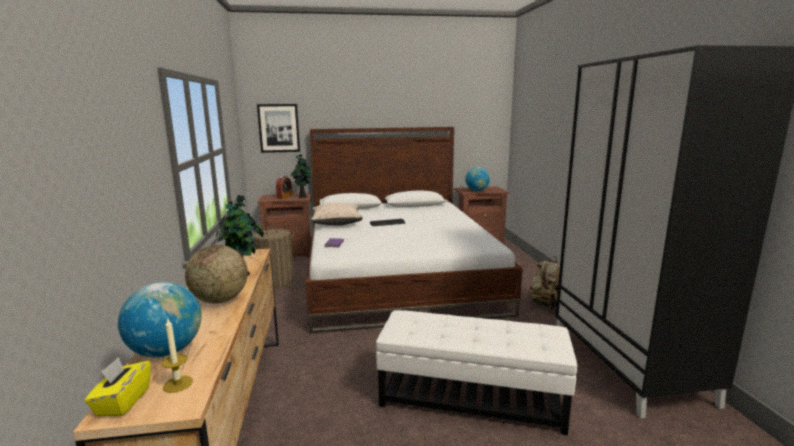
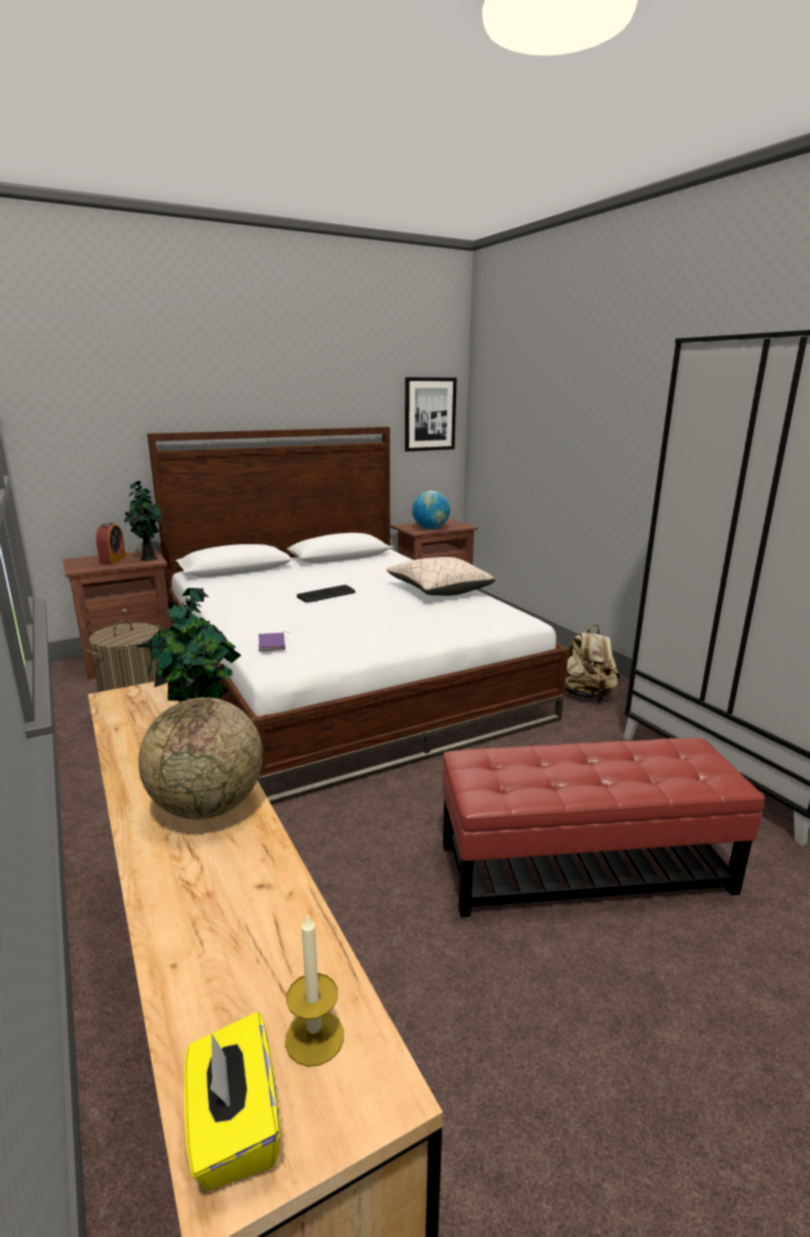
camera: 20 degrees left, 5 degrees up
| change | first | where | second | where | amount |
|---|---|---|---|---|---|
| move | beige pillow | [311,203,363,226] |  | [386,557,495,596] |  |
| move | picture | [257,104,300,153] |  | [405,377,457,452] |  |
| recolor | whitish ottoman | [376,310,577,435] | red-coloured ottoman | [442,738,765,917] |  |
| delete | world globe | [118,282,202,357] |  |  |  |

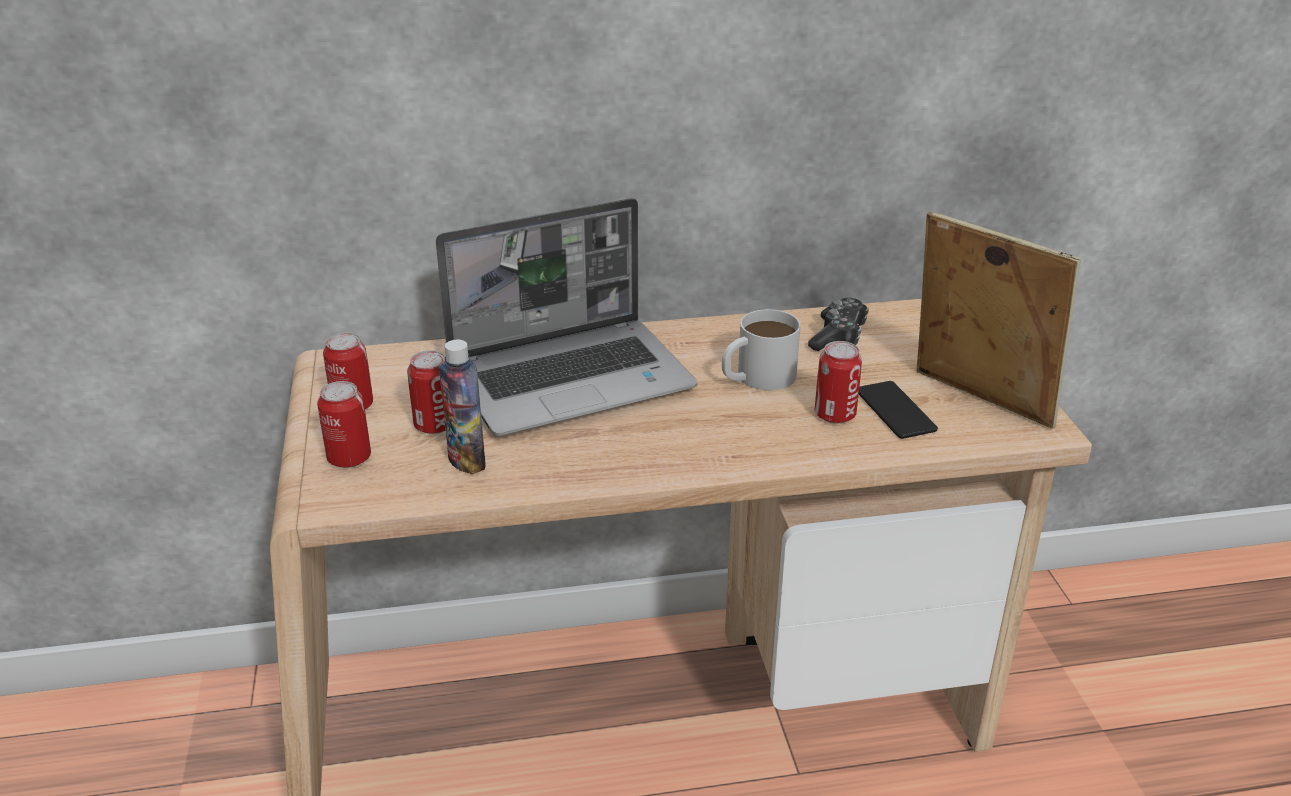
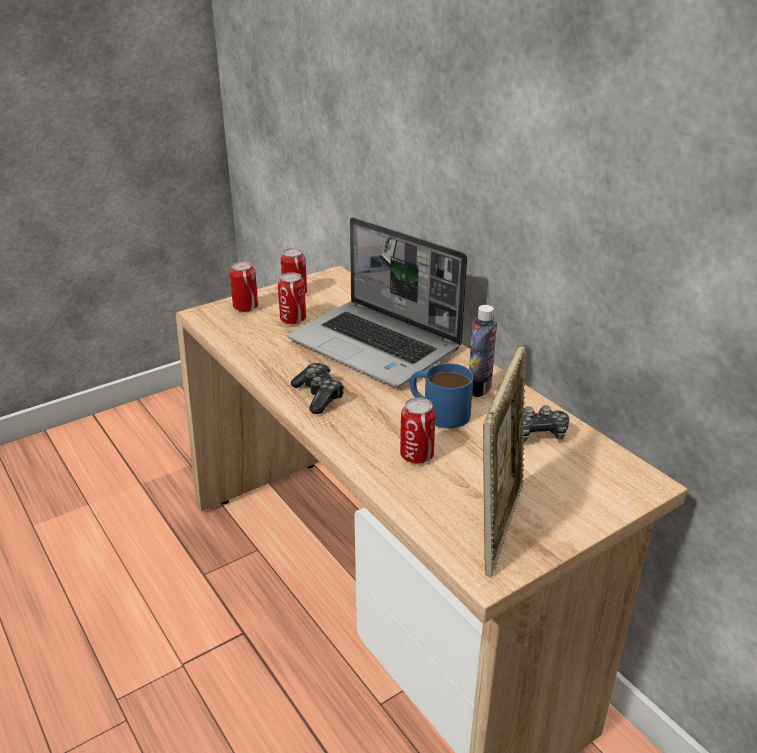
camera: 65 degrees right, 0 degrees up
| change | first | where | second | where | amount |
|---|---|---|---|---|---|
| insert |  |  | joypad | [291,363,344,414] |  |
| recolor | whitish coffee mug | [722,309,801,390] | blue-coloured coffee mug | [410,363,474,428] |  |
| move | beverage bottle | [439,340,486,474] |  | [469,305,497,397] |  |
| delete | phone | [859,381,938,439] |  |  |  |

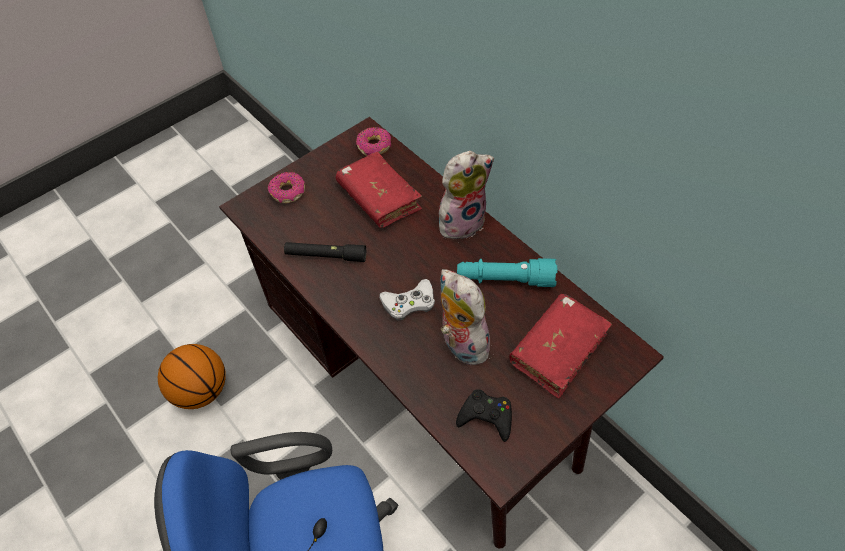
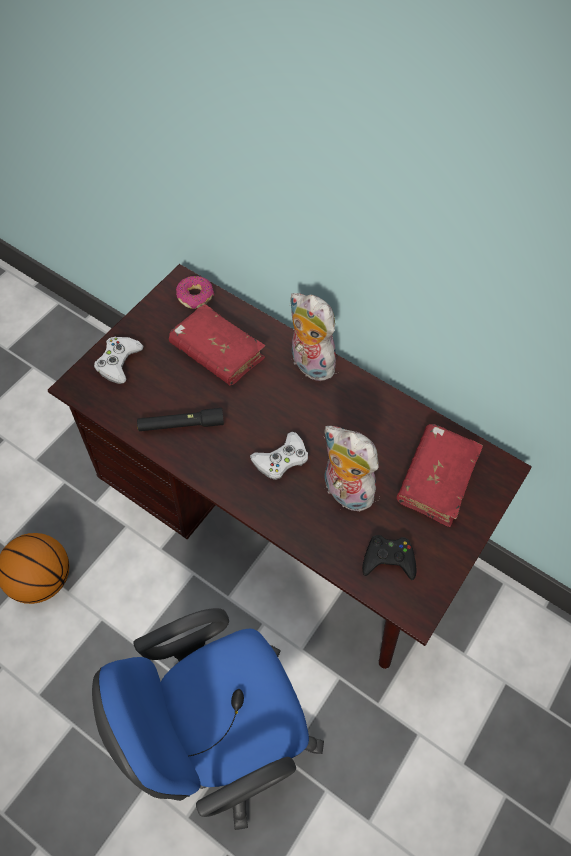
camera: 20 degrees left, 5 degrees up
| change | first | where | second | where | amount |
|---|---|---|---|---|---|
| replace | ring doughnut | [268,172,305,203] | whitish joypad | [94,337,144,384] |  |
| rotate | cuddly toy | [439,151,494,239] |  | [290,293,337,381] | 90 degrees counterclockwise |
| delete | turquoise torch | [457,258,557,287] |  |  |  |

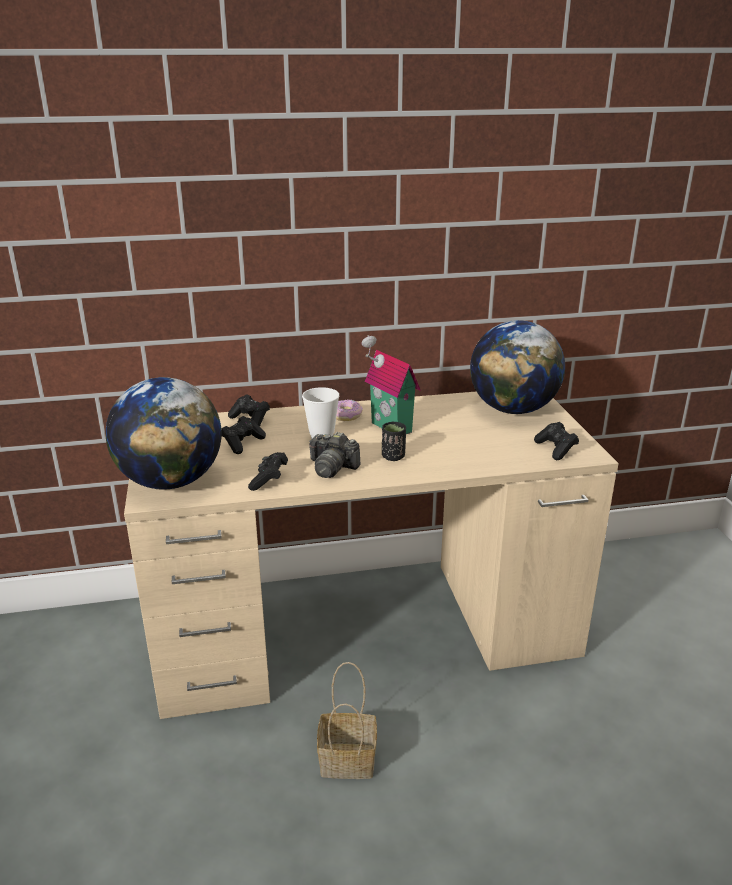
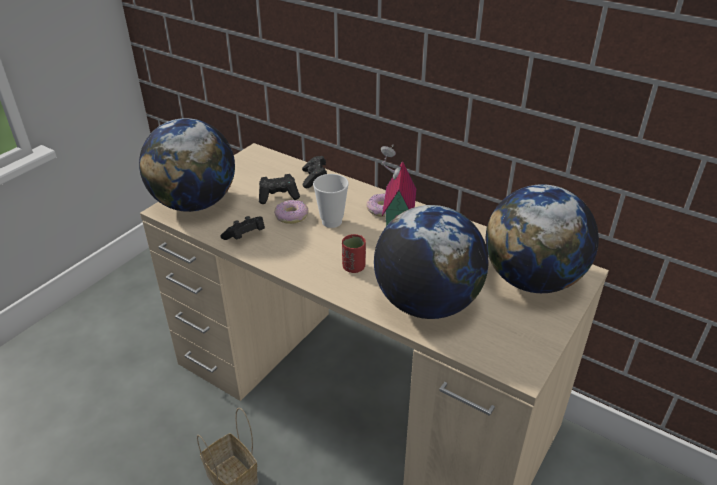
camera: 45 degrees right, 10 degrees up
| change | first | where | second | where | amount |
|---|---|---|---|---|---|
| insert |  |  | ring doughnut | [274,200,309,224] |  |
| recolor | blackish small cup | [382,422,406,461] | red-coloured small cup | [342,234,366,273] |  |
| insert |  |  | world globe | [374,205,488,319] |  |
| delete | still camera | [309,432,360,478] |  |  |  |
| delete | blackish joypad | [534,422,579,460] |  |  |  |

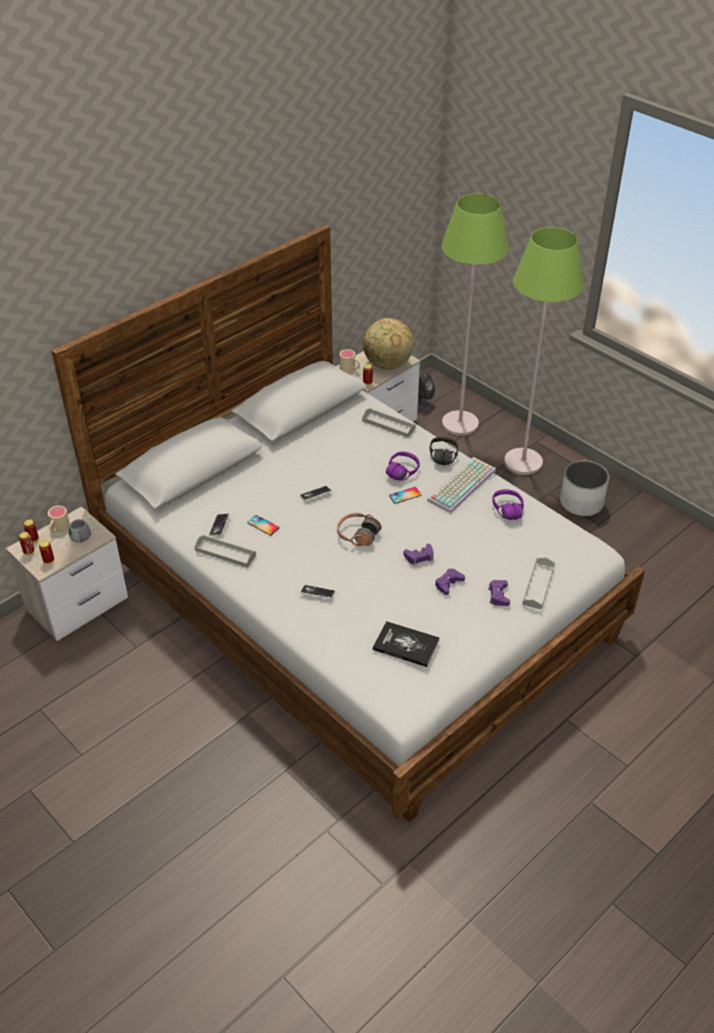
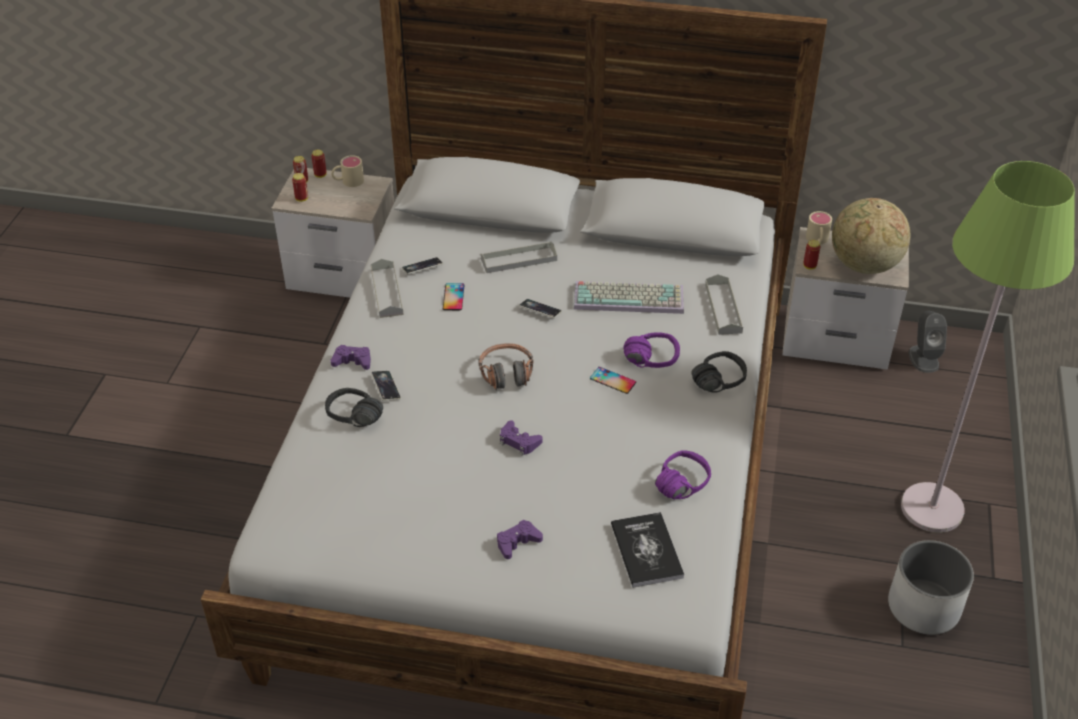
camera: 55 degrees right, 0 degrees up
| change | first | where | second | where | amount |
|---|---|---|---|---|---|
| insert |  |  | blackish headset | [325,388,383,427] |  |
| move | purple-coloured joypad | [435,568,465,595] |  | [331,345,371,370] |  |
| move | grey tray | [522,557,555,609] |  | [481,241,557,273] |  |
| move | computer keyboard | [427,457,496,513] |  | [573,281,684,314] |  |
| move | book | [373,621,440,667] |  | [611,512,684,588] |  |
| delete | grey coffee mug | [66,519,91,544] |  |  |  |
| delete | green-coloured floor lamp | [441,194,509,436] |  |  |  |

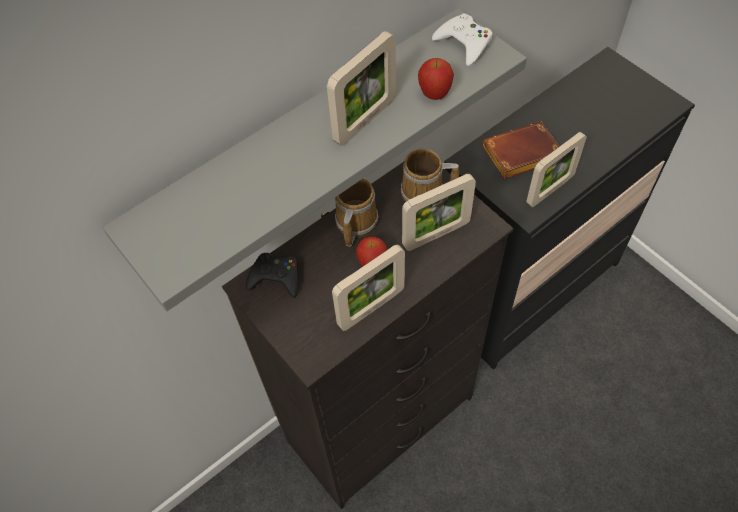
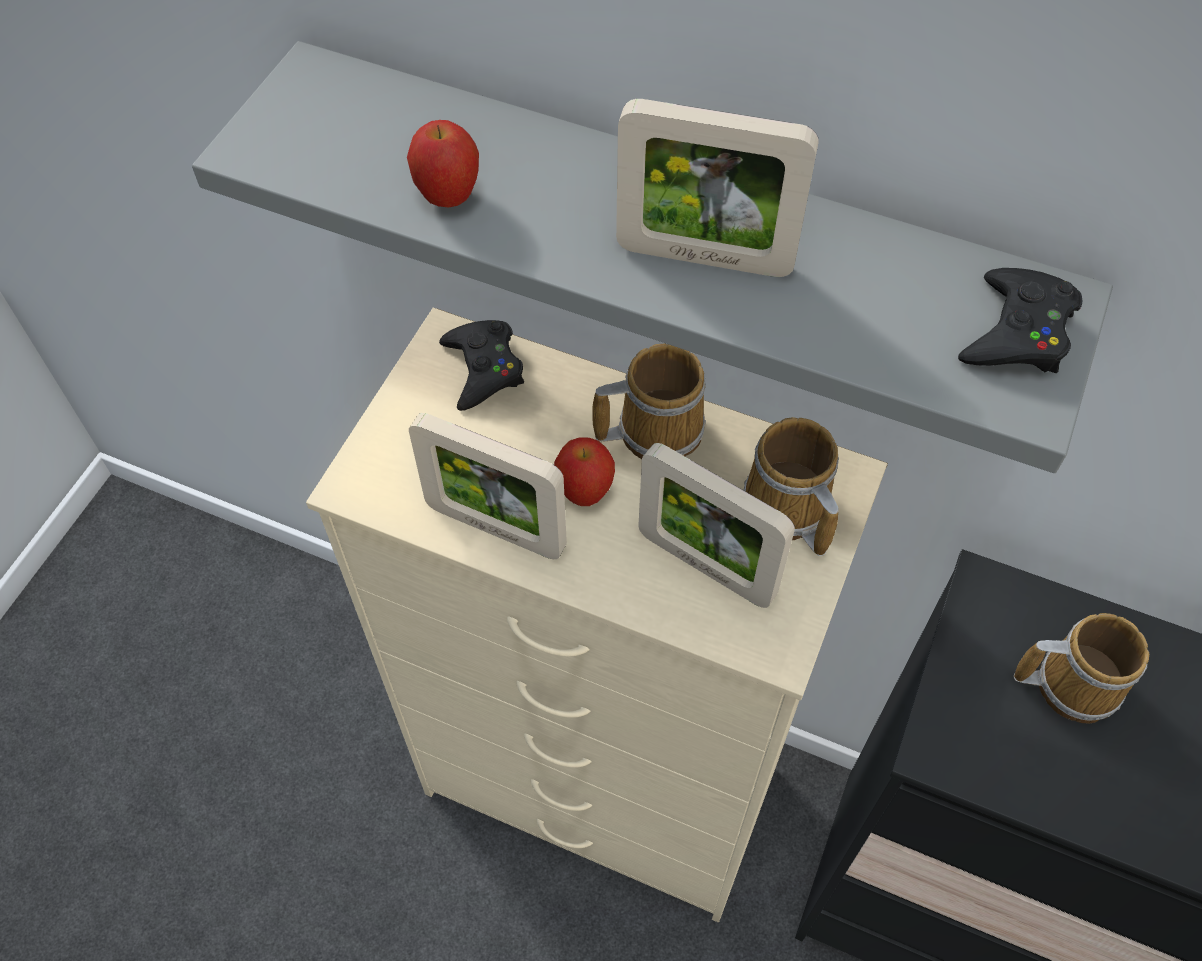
camera: 60 degrees right, 0 degrees up
| change | first | where | second | where | amount |
|---|---|---|---|---|---|
| recolor | blackish dresser | [222,162,513,509] | beige dresser | [306,308,888,922] |  |
| move | apple | [418,58,454,100] |  | [407,120,479,208] |  |
| recolor | whitish joypad | [432,14,492,66] | blackish joypad | [958,268,1082,373] |  |
| replace | brown book | [483,121,559,179] | coffee mug | [1014,613,1149,723] |  |
| delete | photo frame | [526,132,587,207] |  |  |  |

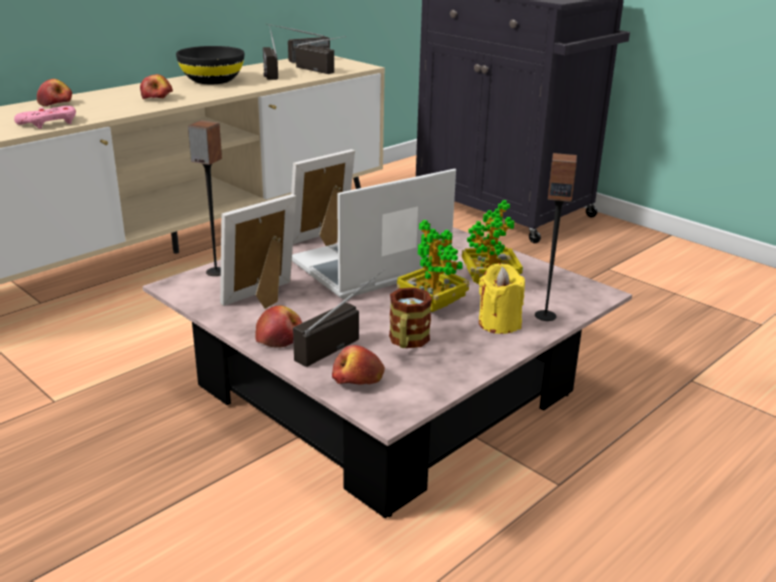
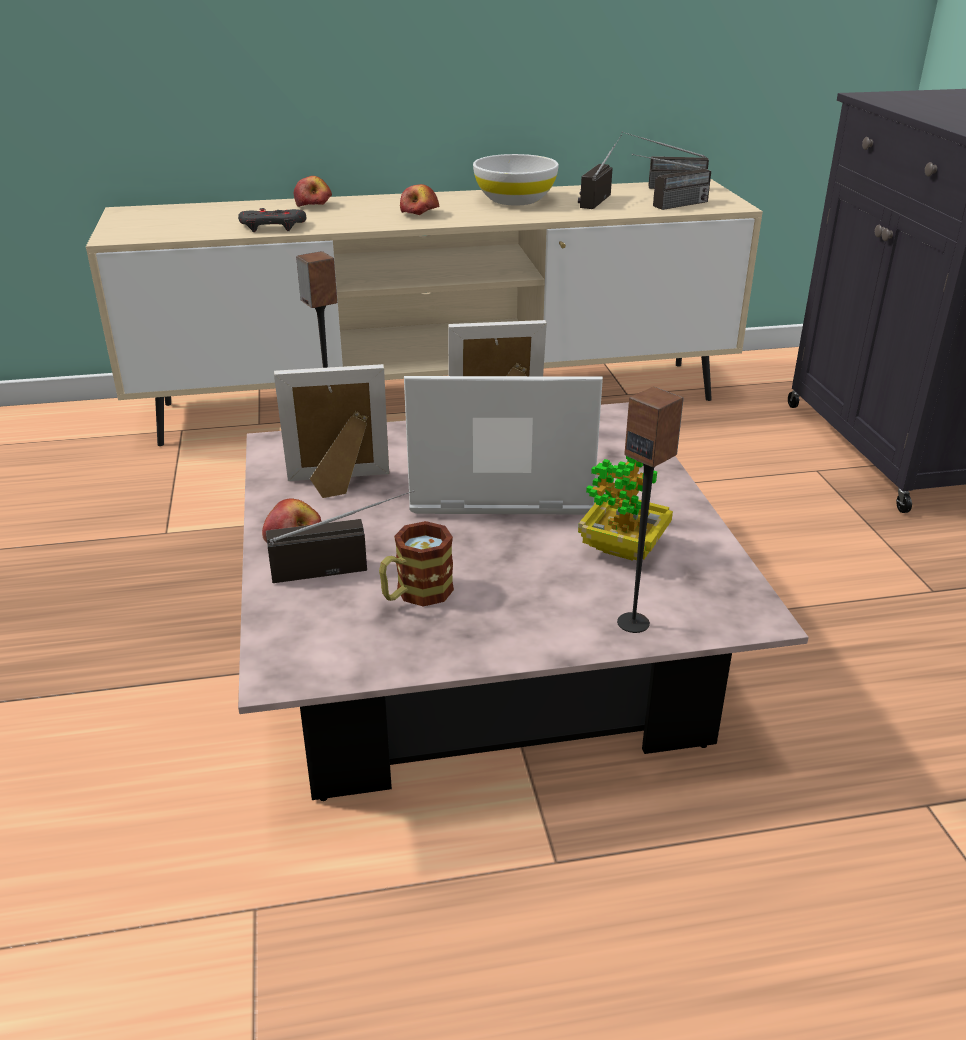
camera: 35 degrees right, 5 degrees up
| change | first | where | second | where | amount |
|---|---|---|---|---|---|
| recolor | pink-coloured joypad | [14,106,76,129] | grey joypad | [238,208,306,232] |  |
| recolor | blackish bowl | [176,46,244,84] | whitish bowl | [473,154,559,206] |  |
| rotate | radio set | [296,36,346,74] |  | [632,154,711,210] | 75 degrees clockwise |
| delete | apple | [332,345,385,385] |  |  |  |
| delete | houseplant | [397,220,469,312] |  |  |  |
| delete | yellowish wax candle | [479,263,525,334] |  |  |  |

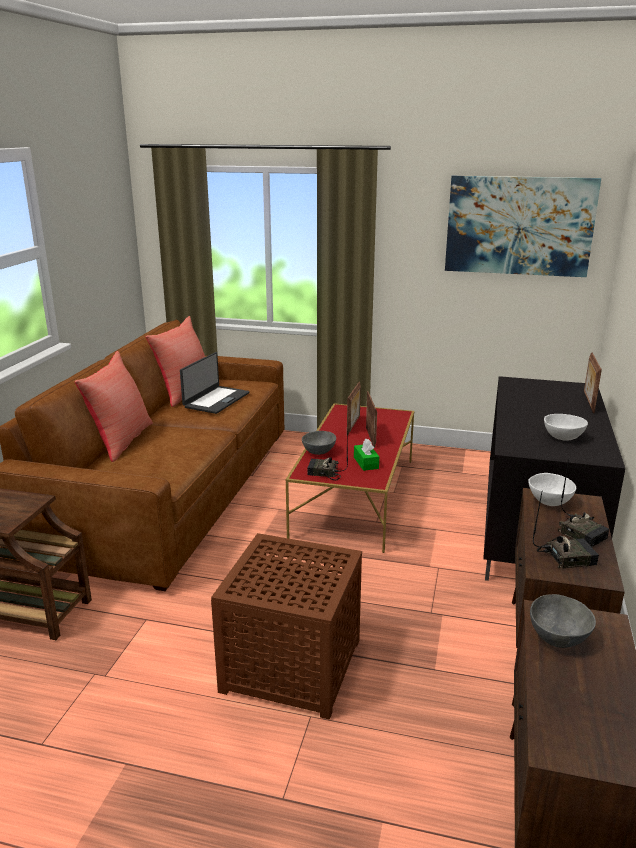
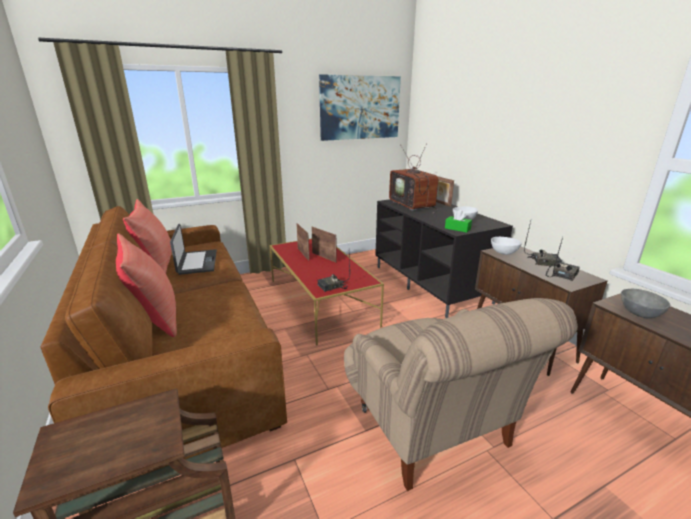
camera: 40 degrees left, 0 degrees up
| change | first | where | second | where | amount |
|---|---|---|---|---|---|
| replace | brown end table | [211,533,362,720] | beige easy chair | [344,298,578,491] |  |
| insert |  |  | TV set | [389,144,438,213] |  |
| move | green-coloured tissue holder | [354,439,379,471] |  | [445,210,472,233] |  |
| delete | grey bowl | [302,431,336,455] |  |  |  |

